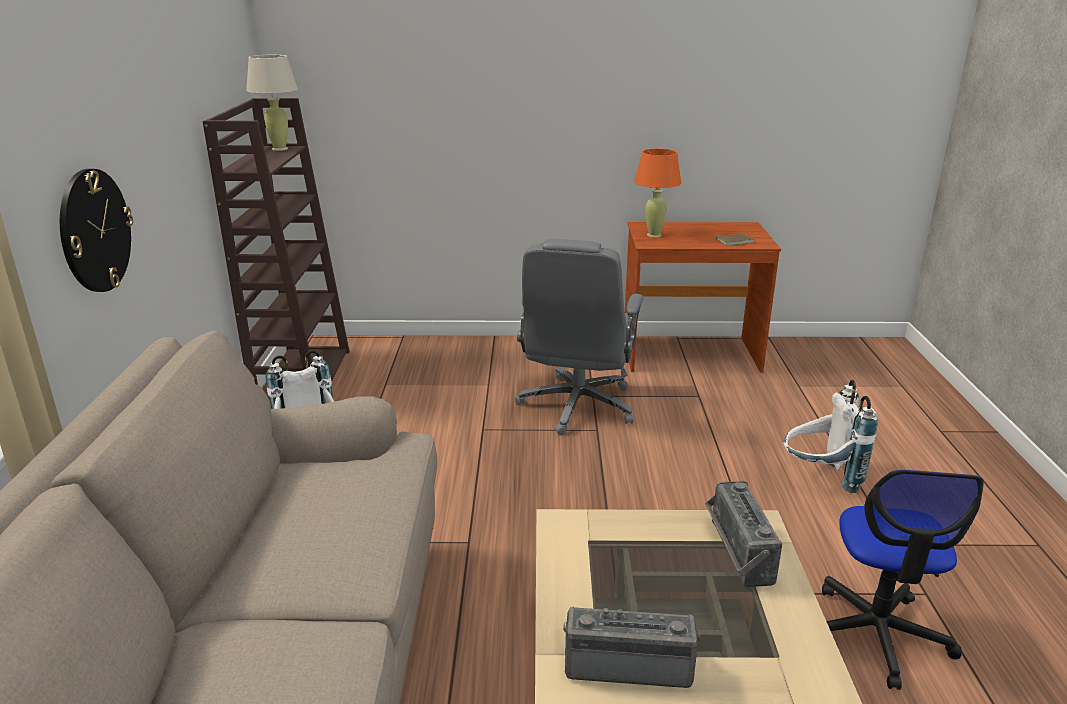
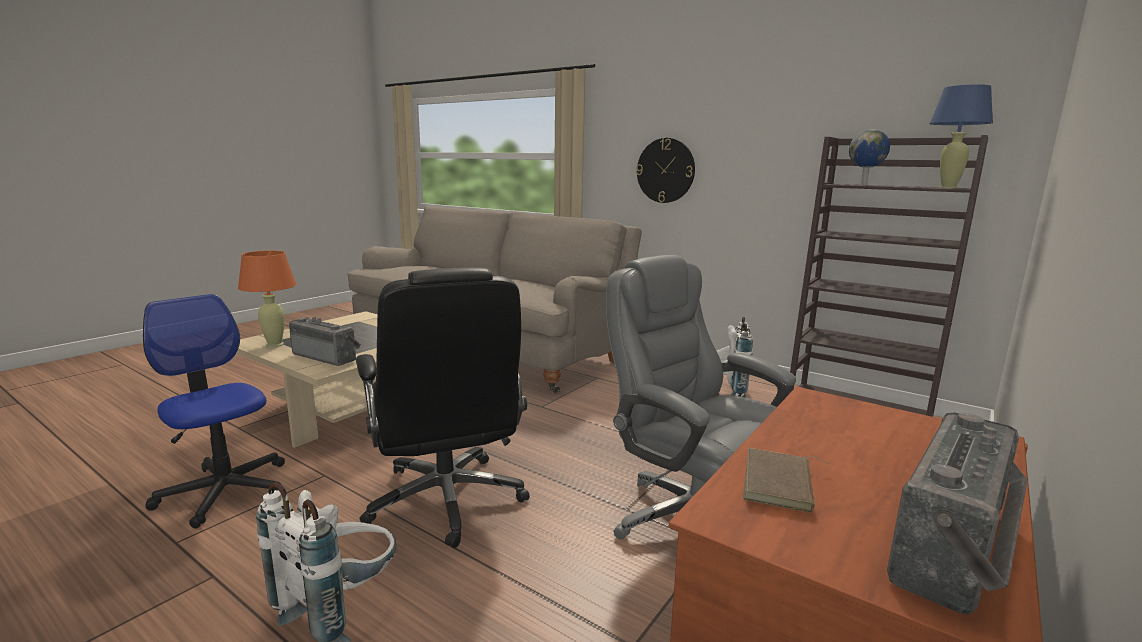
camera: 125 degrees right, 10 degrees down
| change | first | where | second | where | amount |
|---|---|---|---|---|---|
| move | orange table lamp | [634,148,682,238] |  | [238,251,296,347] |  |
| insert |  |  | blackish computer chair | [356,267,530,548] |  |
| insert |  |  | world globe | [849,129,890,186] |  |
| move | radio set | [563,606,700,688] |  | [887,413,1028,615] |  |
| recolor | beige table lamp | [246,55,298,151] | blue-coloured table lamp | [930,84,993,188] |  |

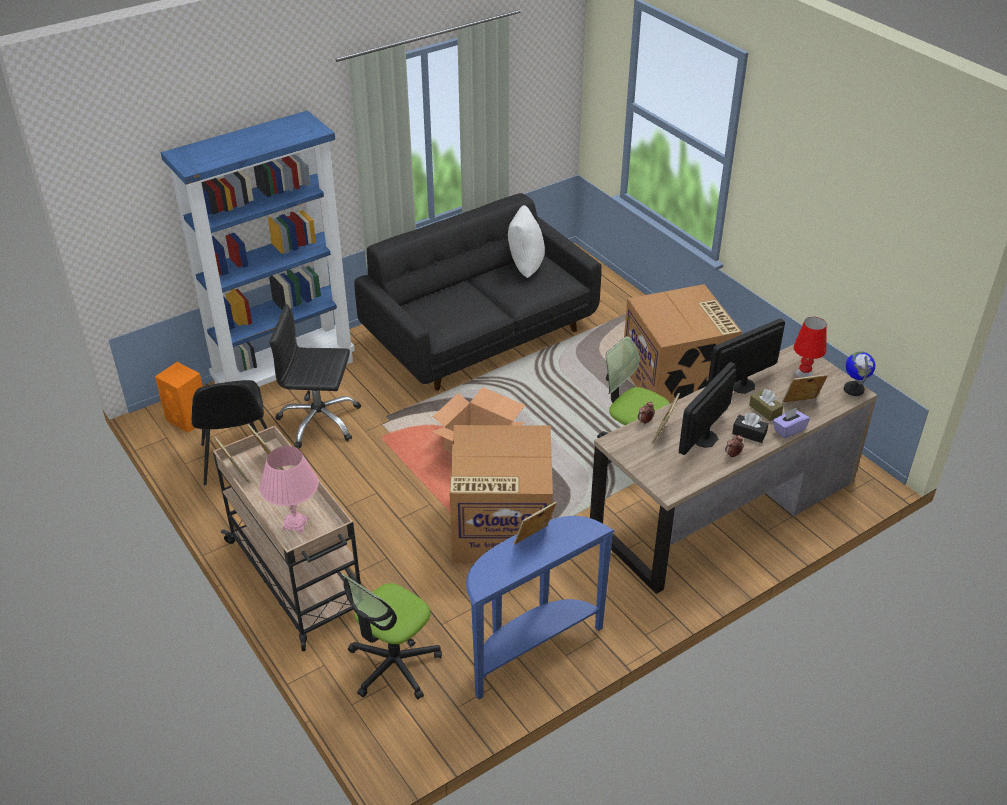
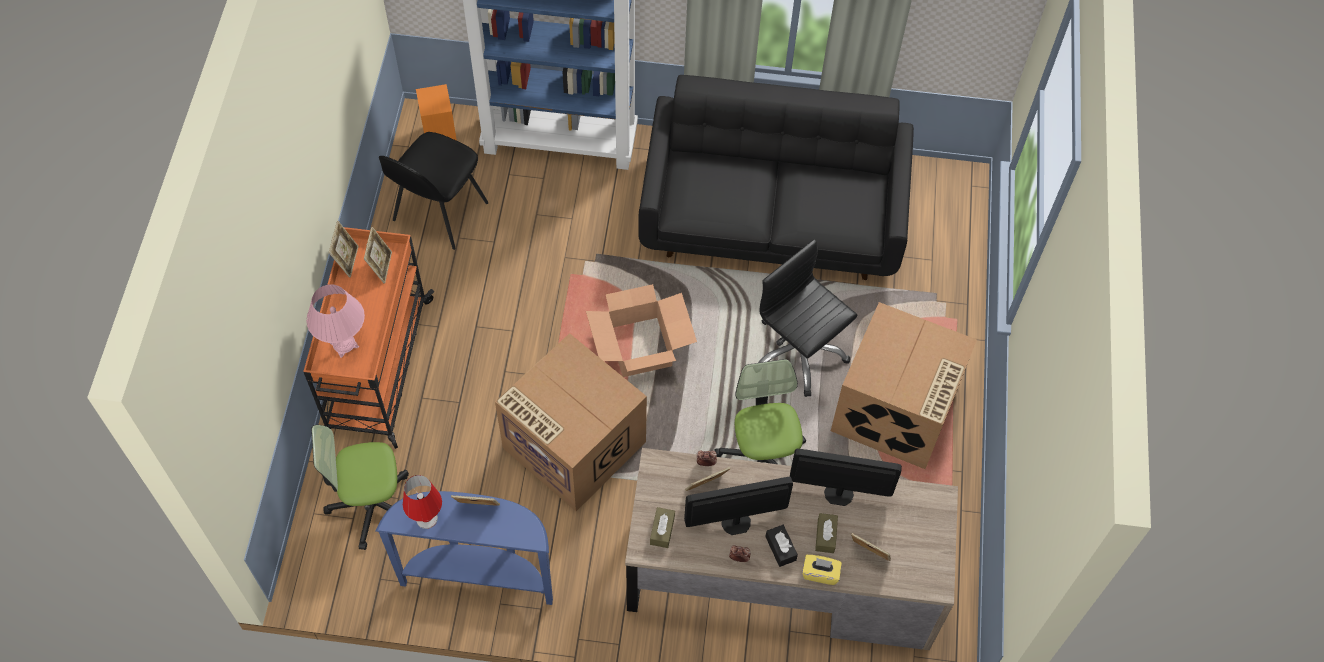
camera: 40 degrees right, 20 degrees up
| change | first | where | second | where | amount |
|---|---|---|---|---|---|
| recolor | beige wheeled cart | [213,426,361,651] | orange wheeled cart | [303,227,434,449] |  |
| move | red-coloured table lamp | [793,317,827,378] |  | [403,475,442,529] |  |
| insert |  |  | brown tissue holder | [650,507,675,548] |  |
| move | blackish computer chair | [269,304,361,448] |  | [758,239,857,397] |  |
| recolor | purple-coloured tissue holder | [773,407,810,438] | yellowish tissue holder | [802,555,842,585] |  |
| delete | whitish pillow | [508,205,545,278] |  |  |  |
| delete | world globe | [844,351,875,396] |  |  |  |

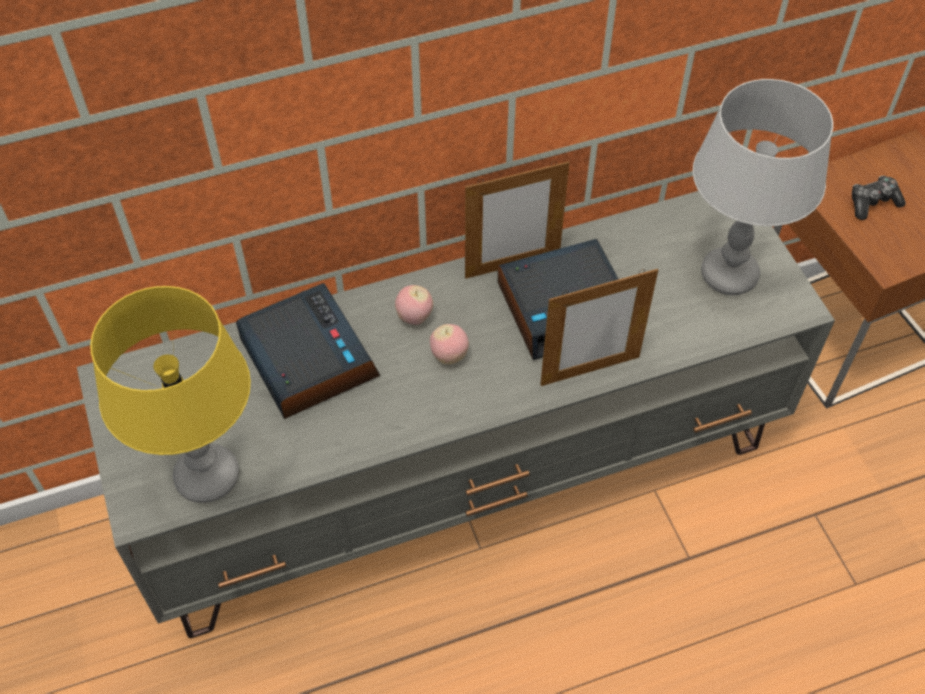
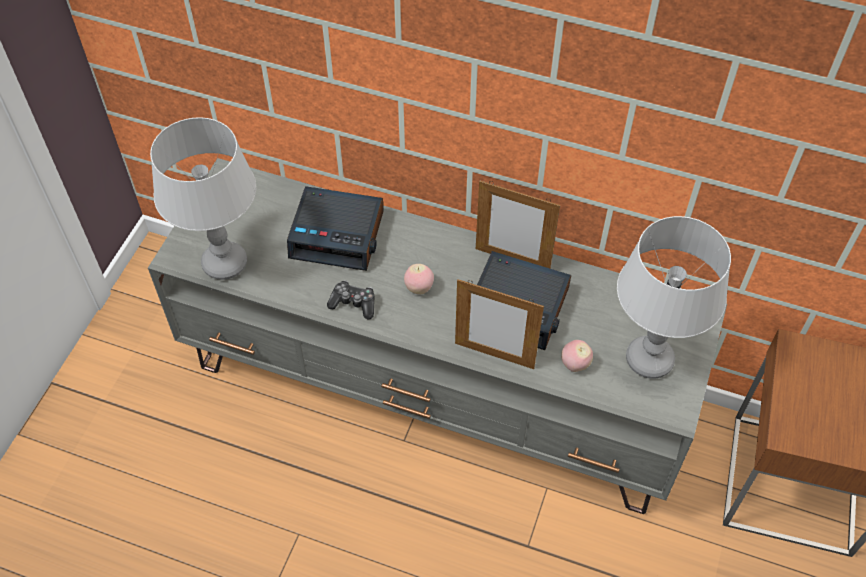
camera: 40 degrees right, 0 degrees up
| change | first | where | second | where | amount |
|---|---|---|---|---|---|
| recolor | yellowish table lamp | [90,286,251,503] | grey table lamp | [150,117,256,280] |  |
| rotate | table clock | [236,283,380,419] |  | [287,186,384,271] | 90 degrees clockwise |
| move | joypad | [852,176,906,220] |  | [327,280,375,320] |  |
| move | apple | [395,285,433,325] |  | [561,340,593,372] |  |

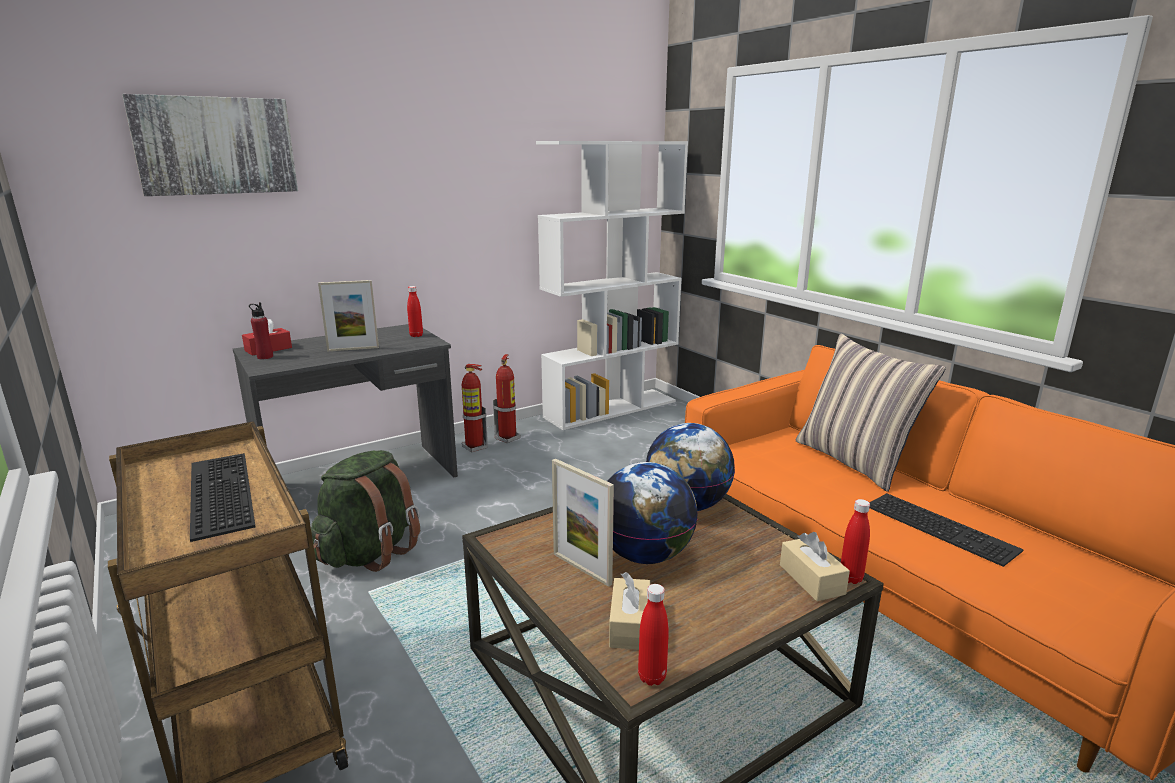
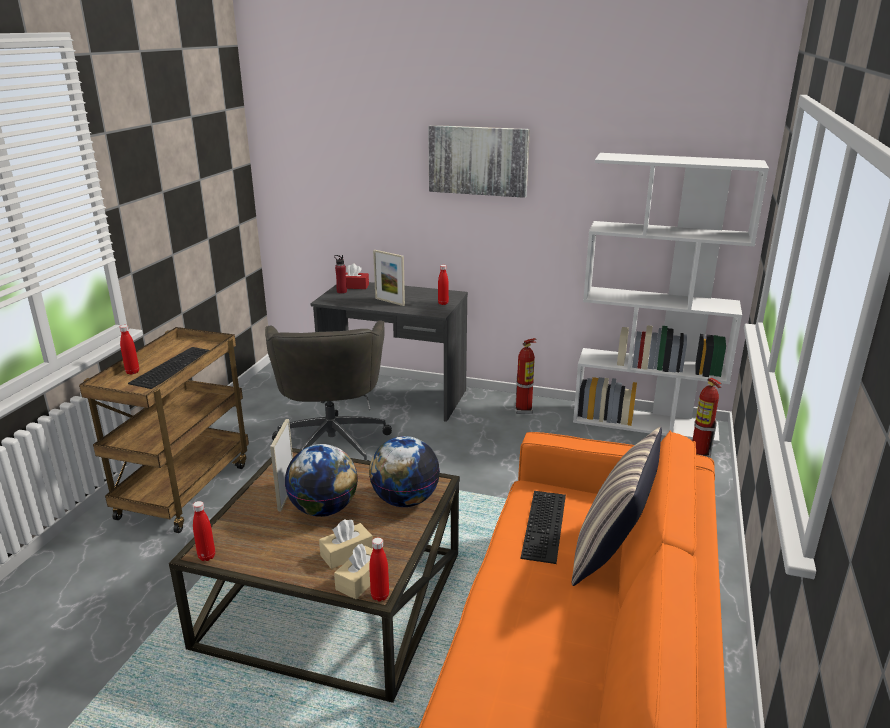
camera: 50 degrees right, 5 degrees up
| change | first | where | second | where | amount |
|---|---|---|---|---|---|
| insert |  |  | red-coloured beverage bottle | [120,325,139,375] |  |
| replace | green-coloured knapsack | [311,450,420,572] | grey computer chair | [265,320,392,461] |  |
| move | beige tissue holder | [609,572,650,650] |  | [319,519,373,569] |  |
| move | picture | [122,94,298,196] |  | [428,125,530,198] |  |
| move | computer keyboard | [869,493,1024,567] |  | [521,491,566,564] |  |
| move | fire extinguisher | [462,364,488,453] |  | [692,378,722,458] |  |

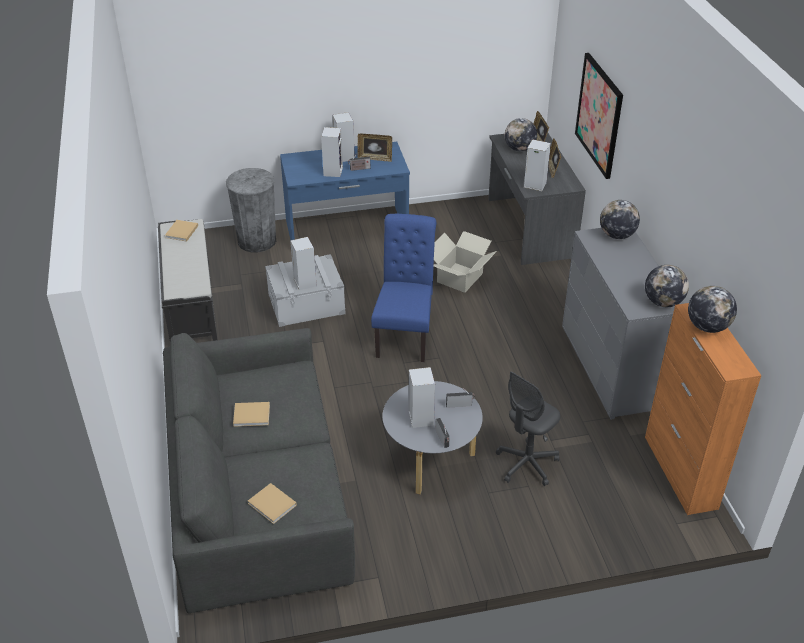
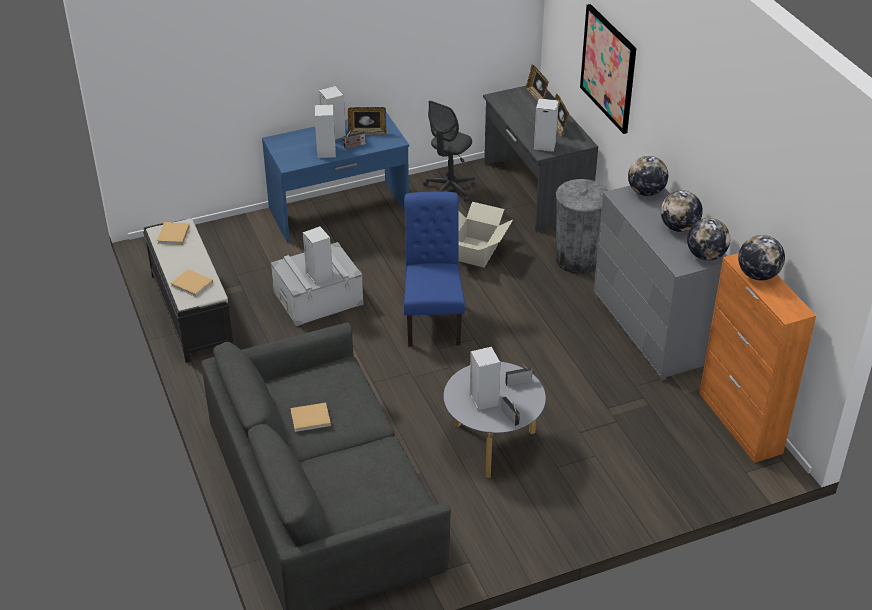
camera: 10 degrees left, 0 degrees up
| change | first | where | second | where | amount |
|---|---|---|---|---|---|
| move | beige book | [248,483,297,524] |  | [171,269,213,297] |  |
| move | grey computer chair | [496,372,560,486] |  | [423,101,475,202] |  |
| move | grey rubbish bin | [226,168,276,252] |  | [556,179,608,274] |  |
| move | world globe | [504,118,537,152] |  | [661,190,703,232] |  |

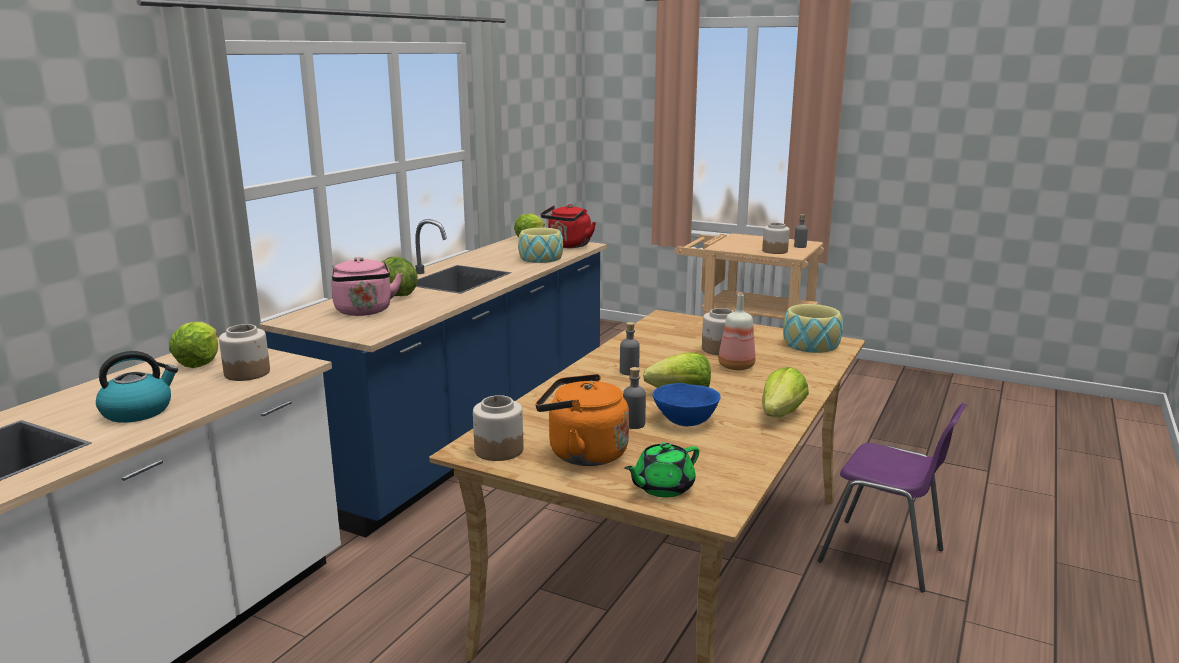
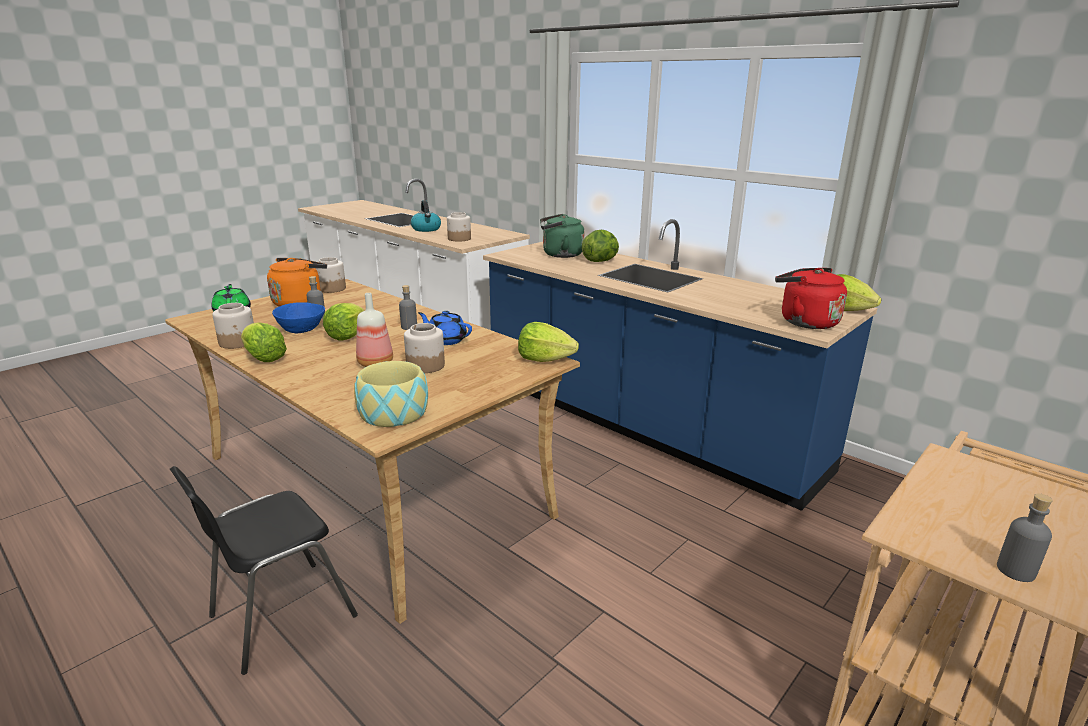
camera: 105 degrees right, 5 degrees up
| change | first | where | second | where | amount |
|---|---|---|---|---|---|
| recolor | purple-coloured chair | [818,403,967,592] | blackish chair | [170,466,358,675] |  |
| move | preserve jar | [762,223,790,254] |  | [212,303,254,349] |  |
| insert |  |  | blue-coloured tea pot | [418,311,472,345] |  |
| move | lettuce | [169,322,218,368] |  | [518,322,579,362] |  |
| recolor | pink-coloured water kettle | [331,257,402,316] | green-coloured water kettle | [540,214,584,258] |  |
| delete | bowl | [518,228,563,263] |  |  |  |

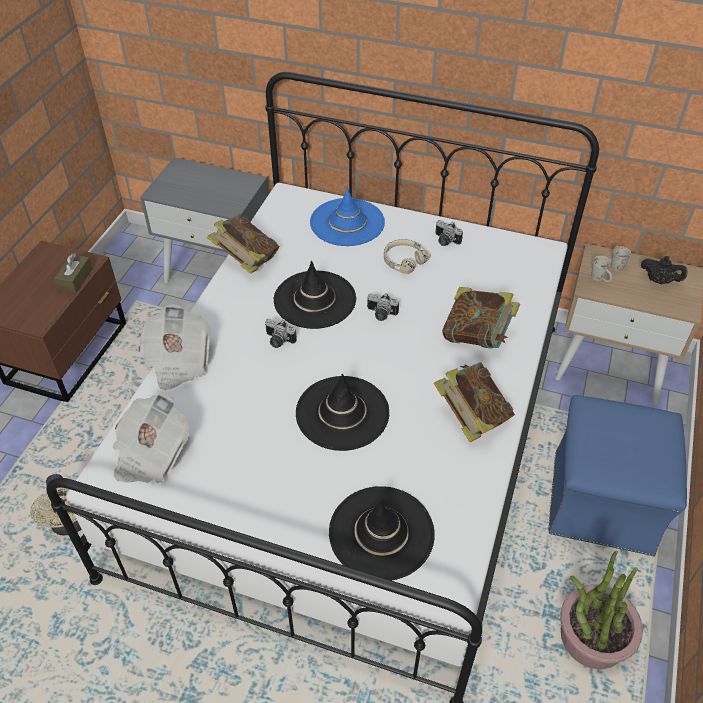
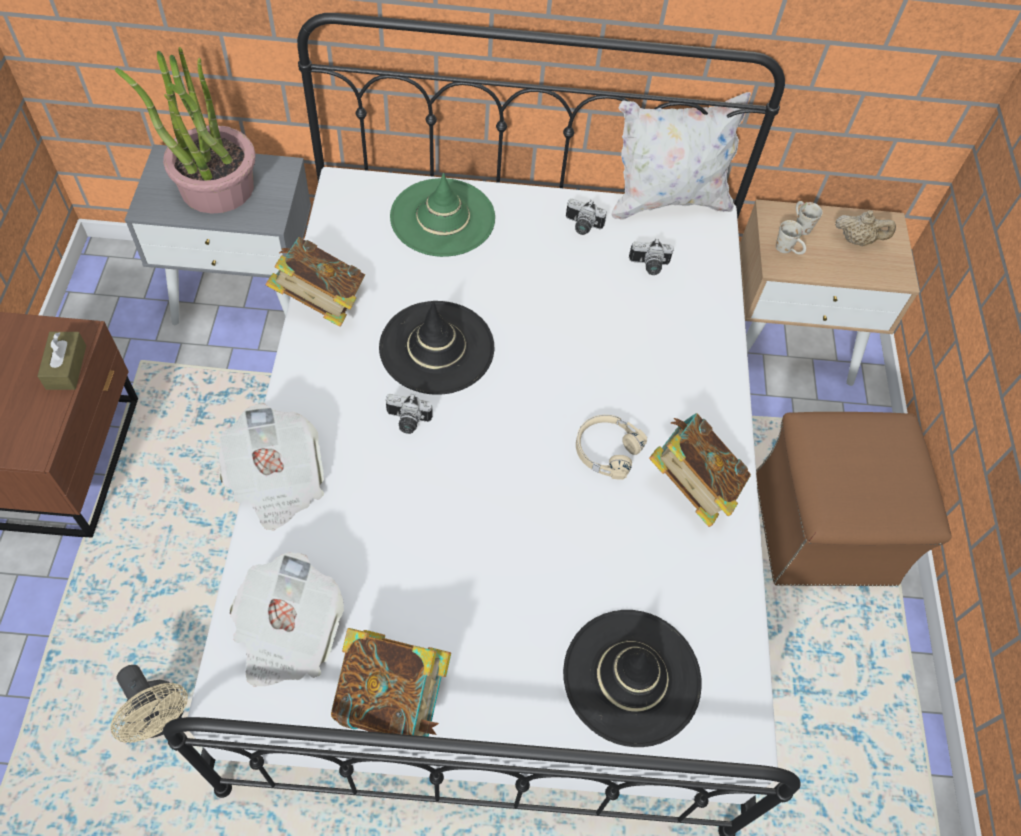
camera: 20 degrees left, 10 degrees up
| change | first | where | second | where | amount |
|---|---|---|---|---|---|
| move | houseplant | [560,551,643,669] |  | [115,47,255,214] |  |
| move | book | [442,287,520,349] |  | [331,628,451,737] |  |
| recolor | blue-coloured clothing hat | [310,187,385,246] | green-coloured clothing hat | [390,173,495,257] |  |
| move | beige headset | [384,239,430,274] |  | [576,415,647,480] |  |
| insert |  |  | whitish pillow | [612,92,751,220] |  |
| move | still camera | [367,293,399,321] |  | [629,239,673,275] |  |
| recolor | blue-coloured ottoman | [548,395,687,556] | brown ottoman | [756,412,952,586] |  |
| recolor | blackish tea pot | [641,256,688,284] | beige tea pot | [835,210,896,246] |  |
| delete | blackish clothing hat | [296,374,389,451] |  |  |  |

